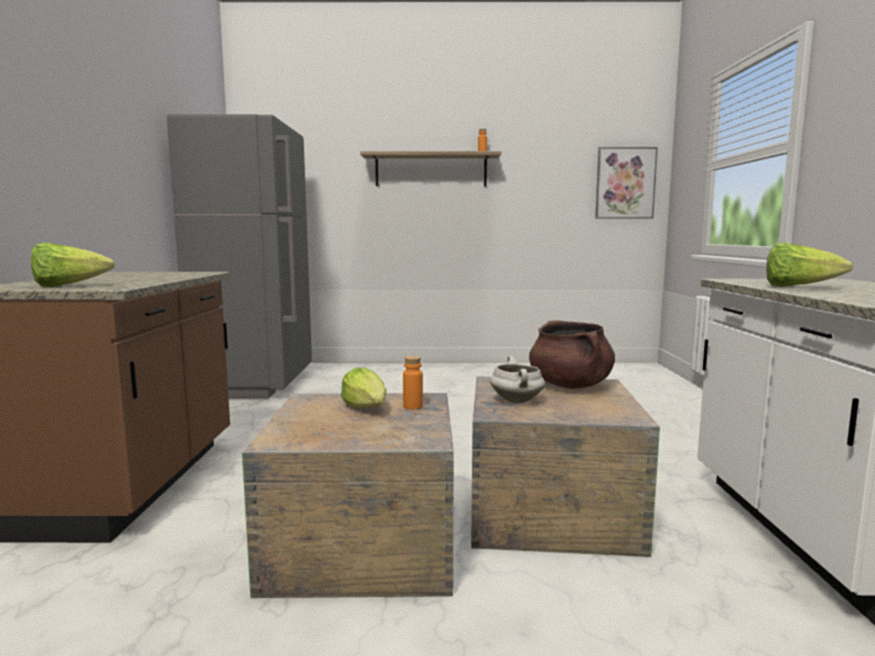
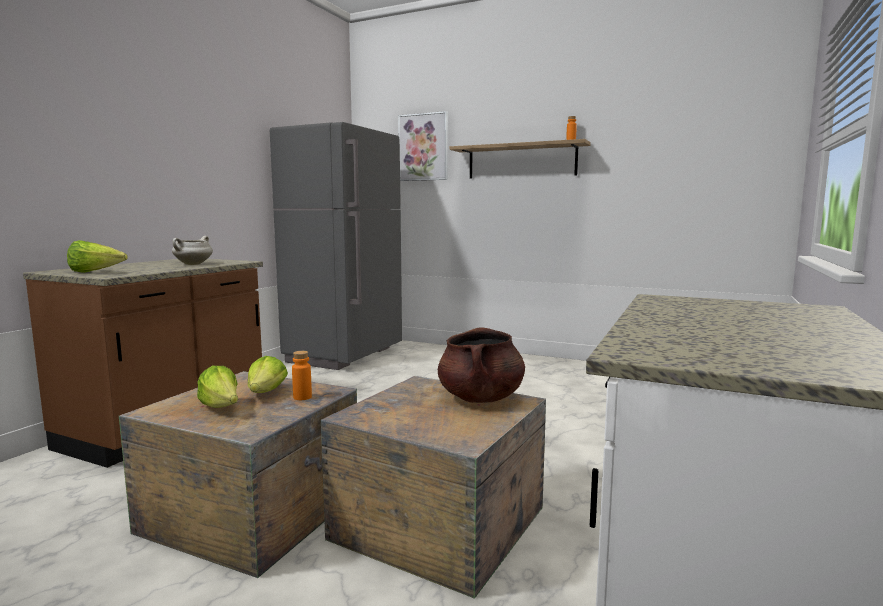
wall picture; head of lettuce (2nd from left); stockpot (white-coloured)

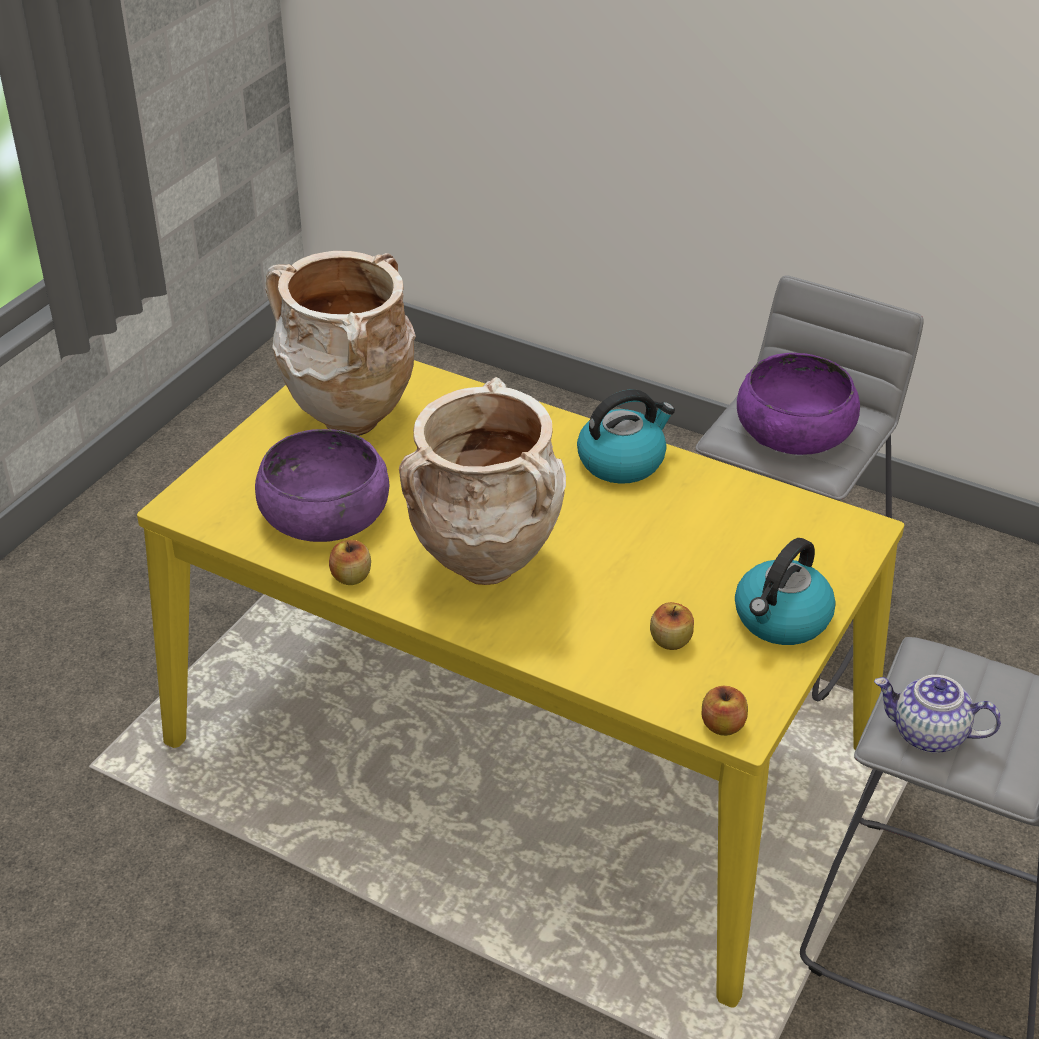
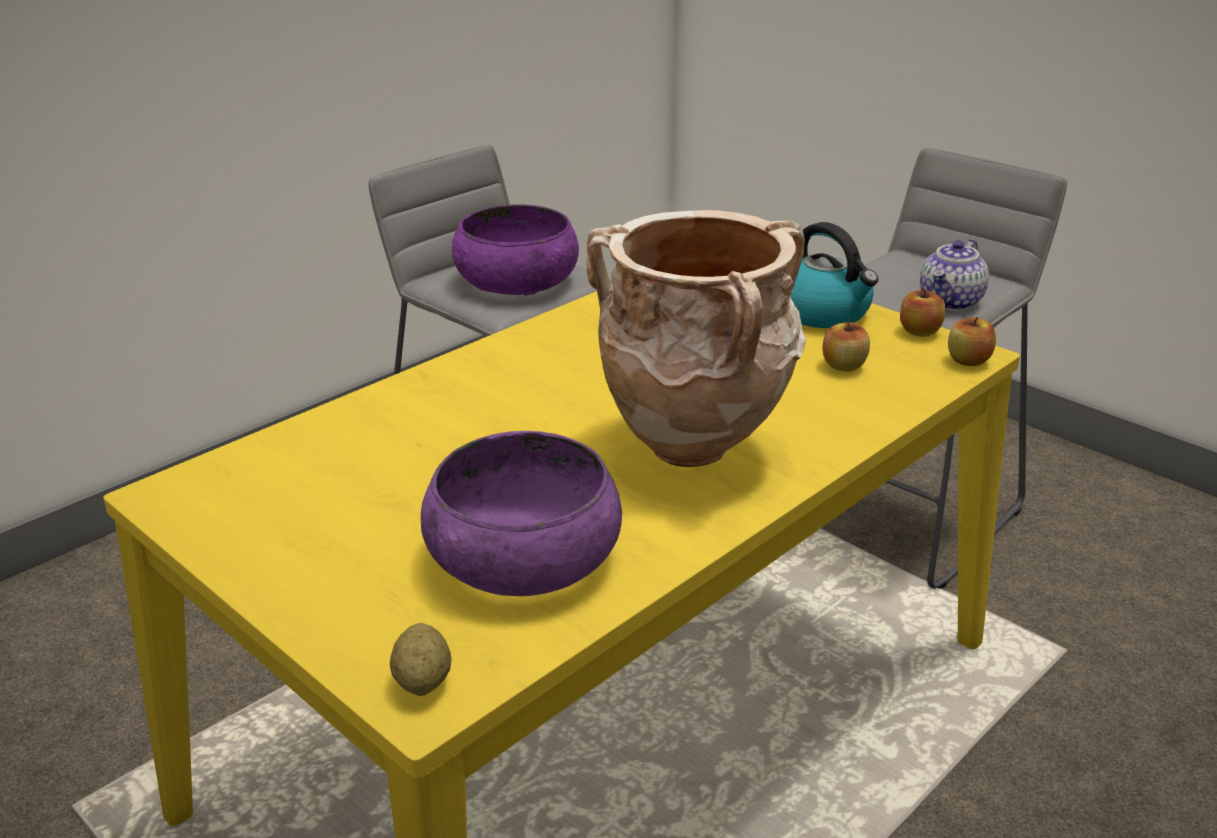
vase (beige) (1st from left in the first image); kettle (1st from left in the first image); apple (2nd from left); spud

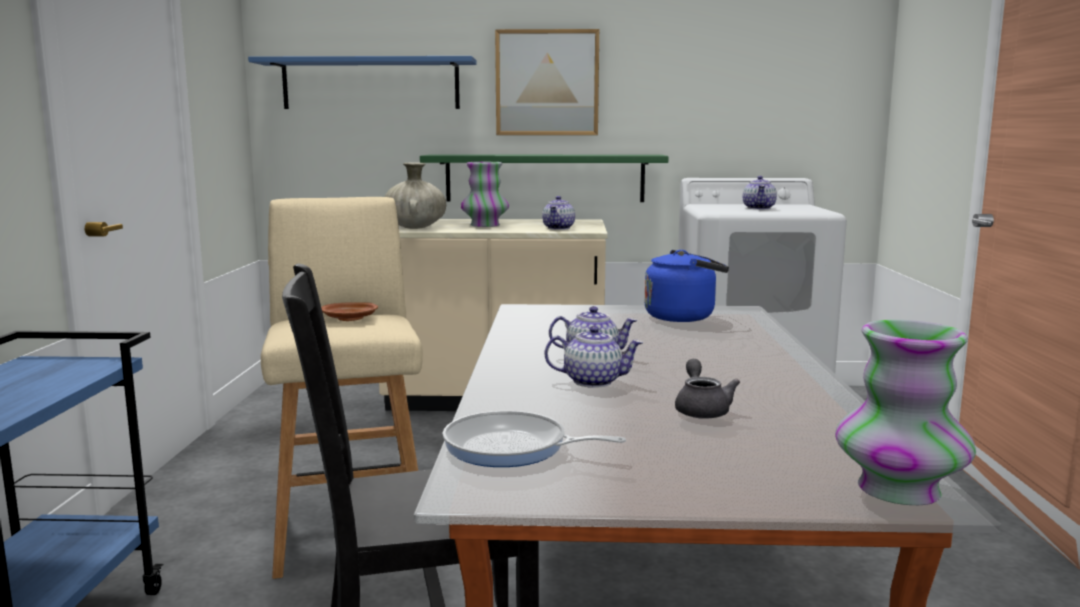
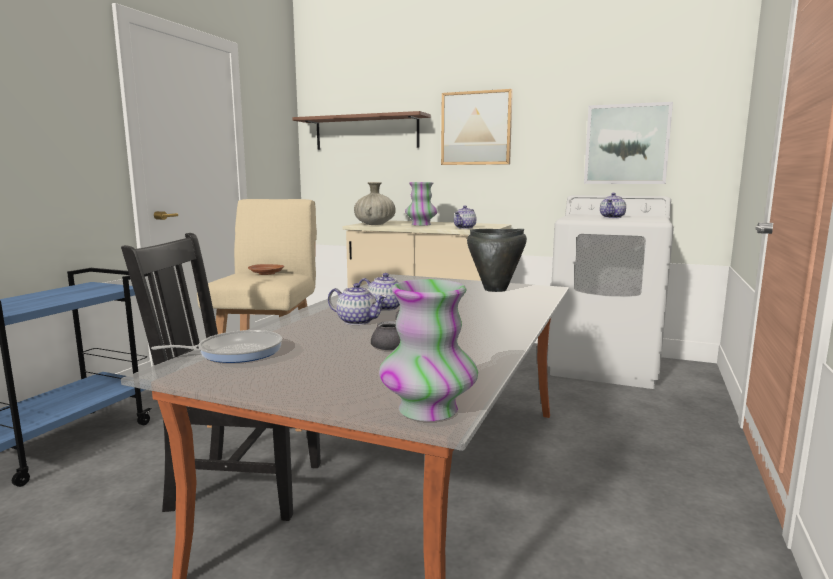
shelf (brown-coloured); shelf (green-coloured); stockpot (blackish); pan; wall picture (2nd from left)

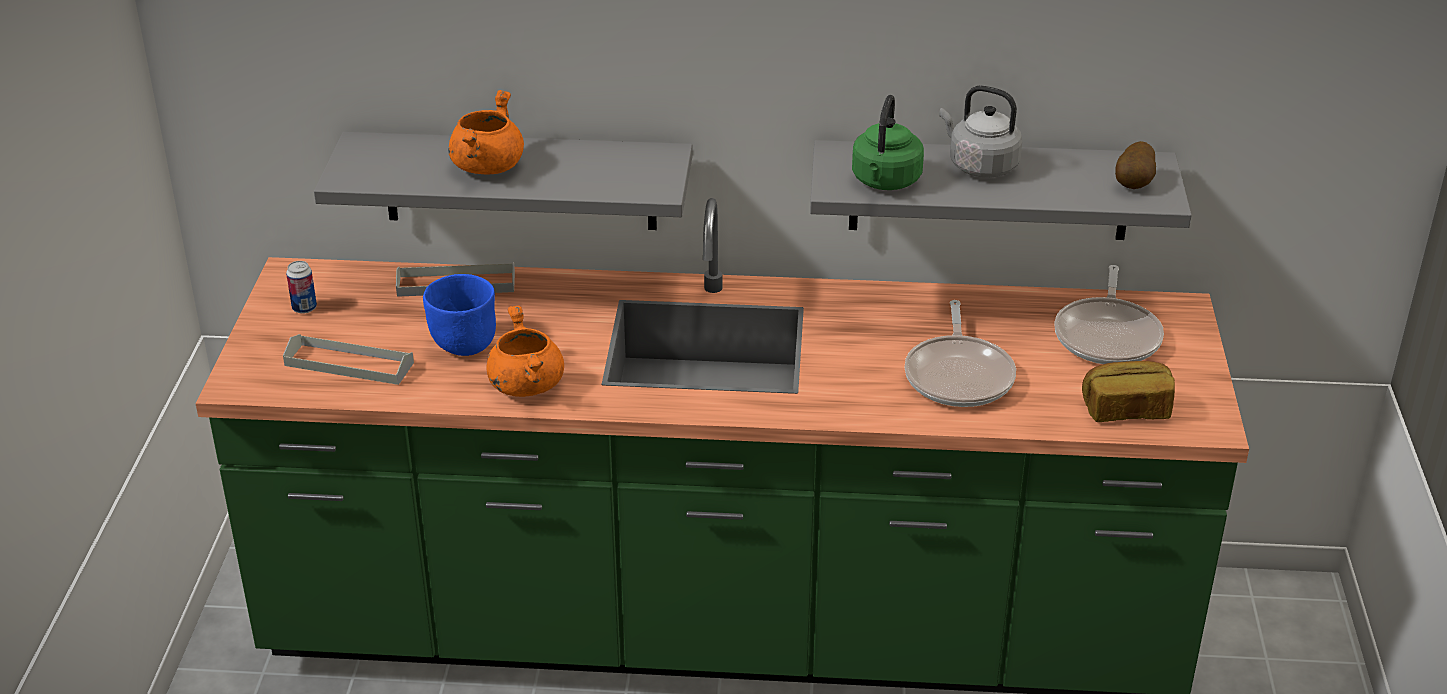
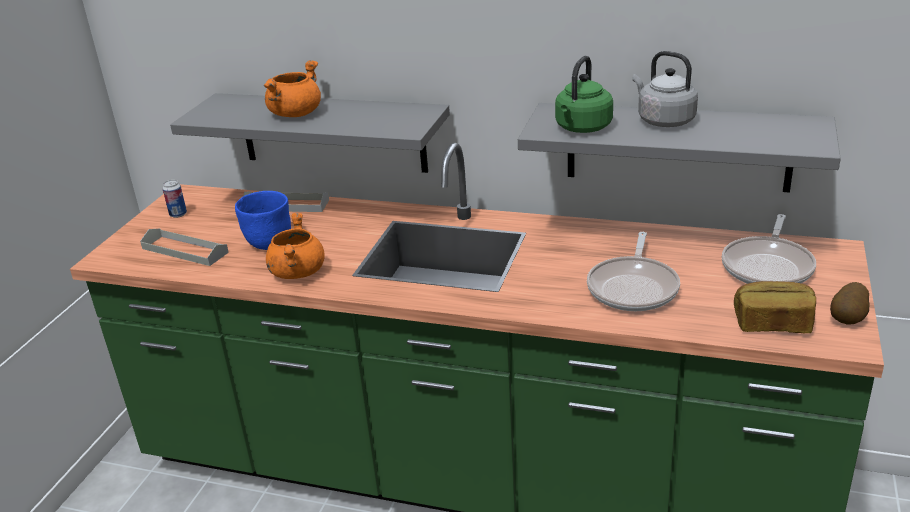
spud

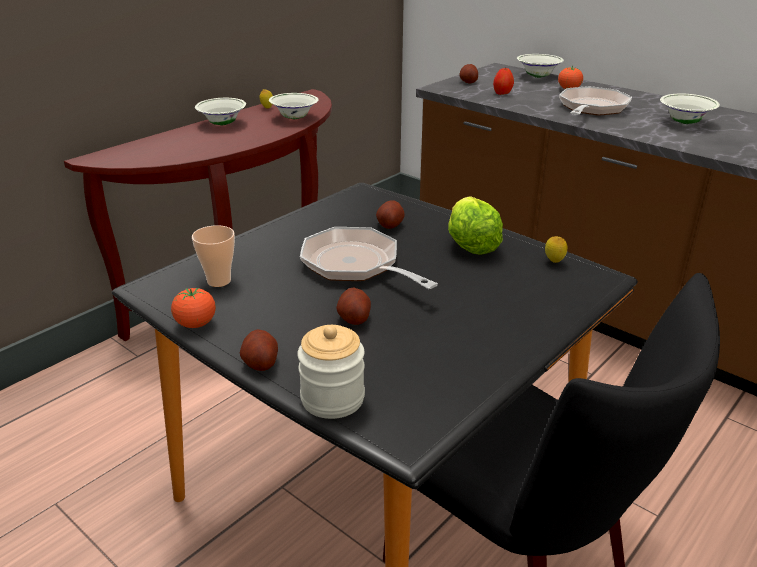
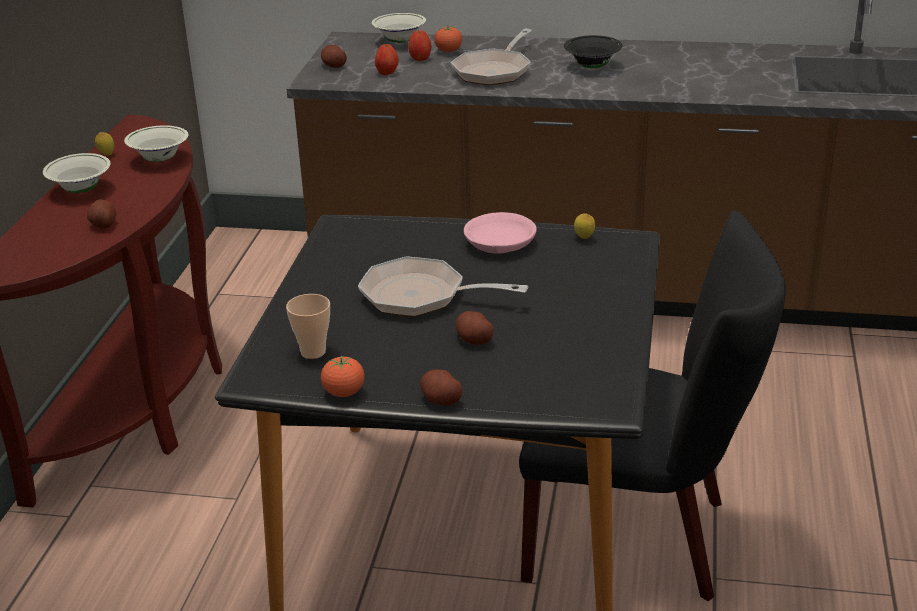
pan (2nd from left); bowl (blackish); bowl (pinkish); spud (1st from left); jar; apple (2nd from left)

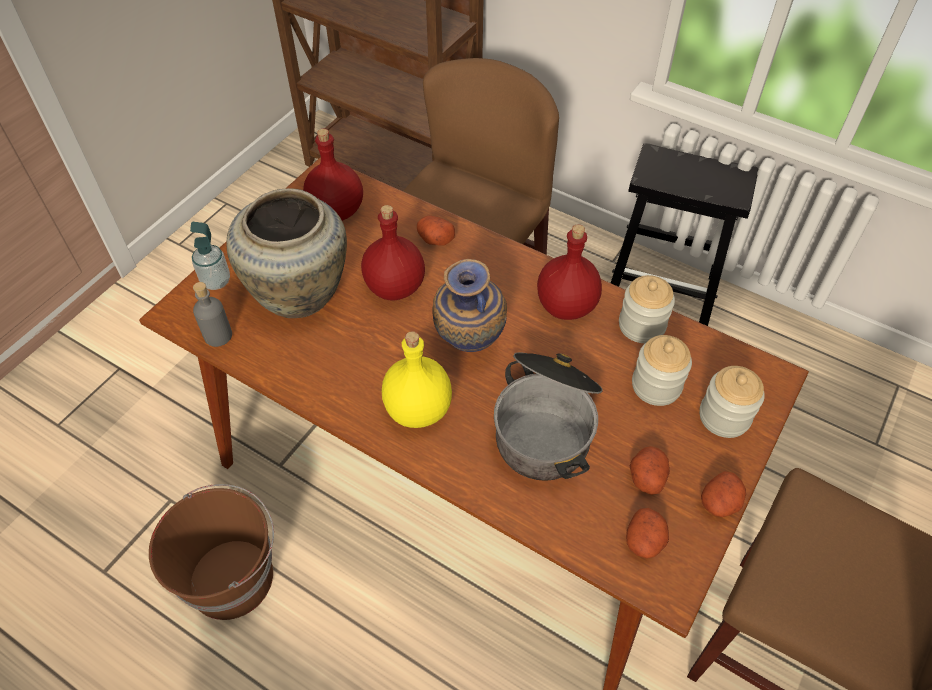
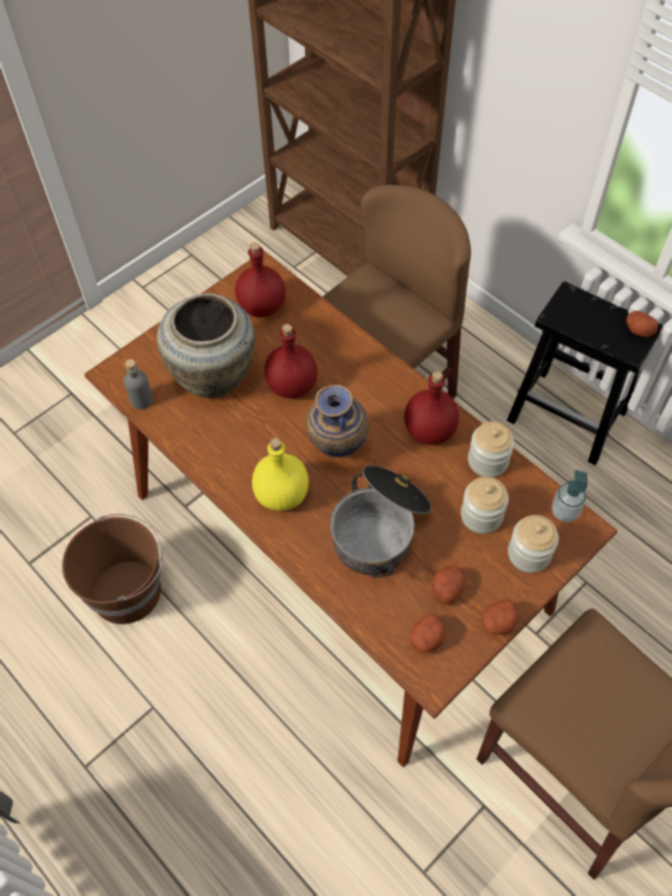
spud (4th from left); soap bottle

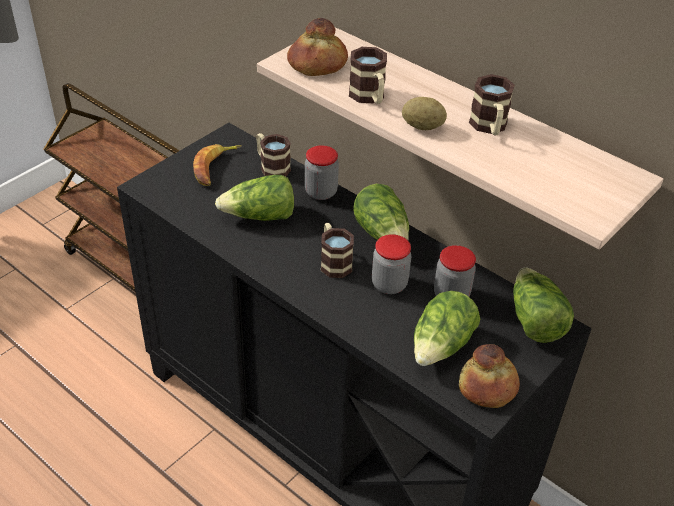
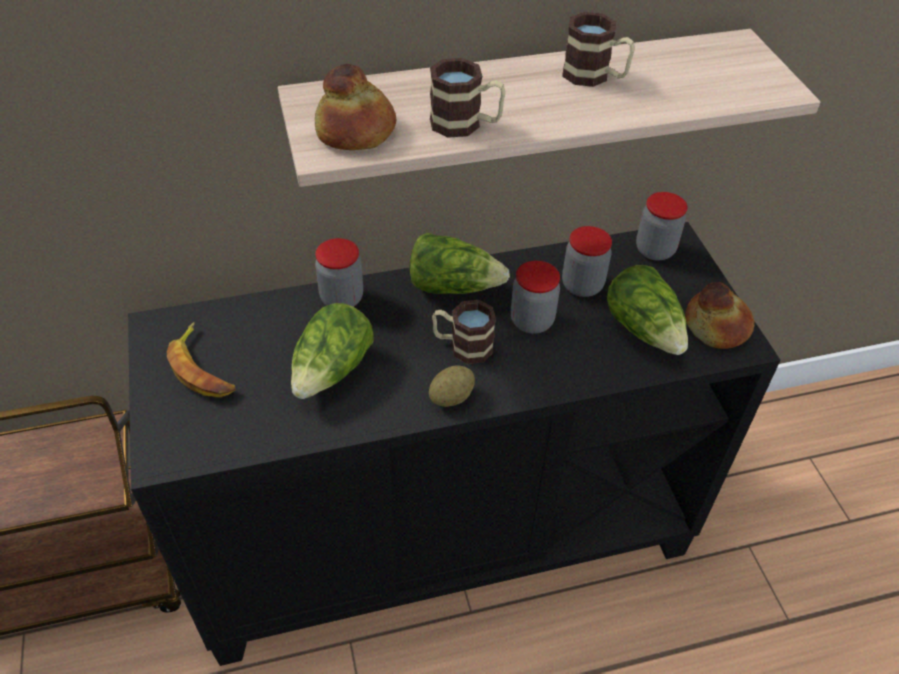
spud; tea mug (1st from left in the first image); jar (4th from left)

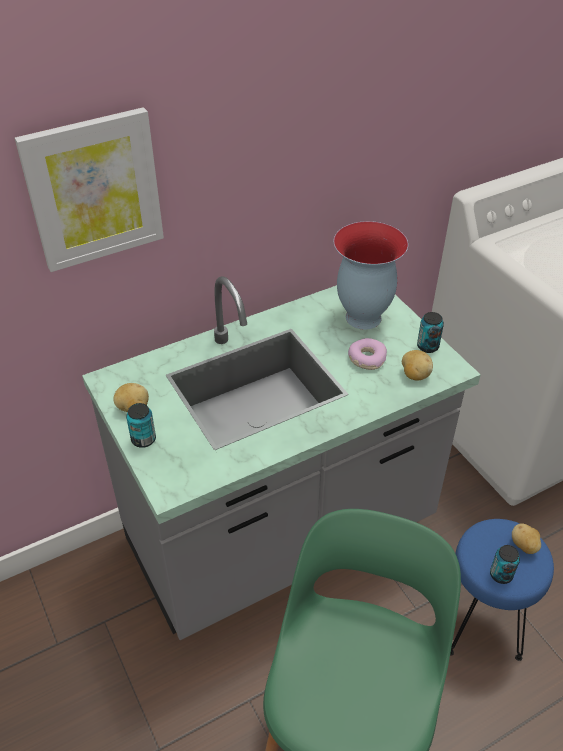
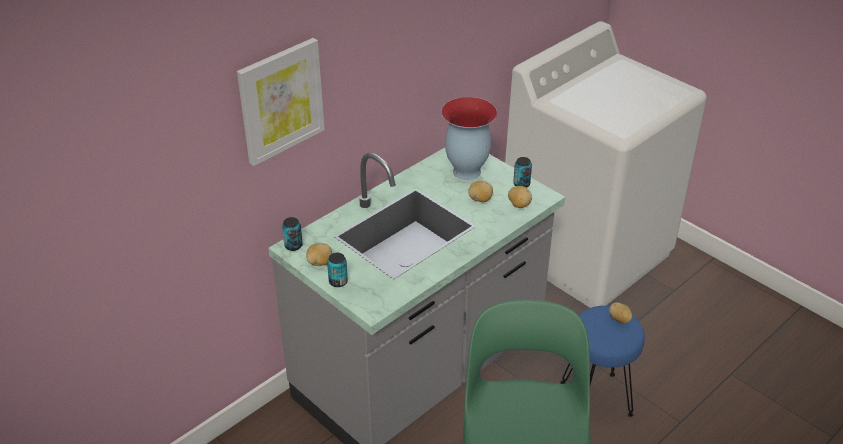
spud (2nd from left); metal can (1st from left)

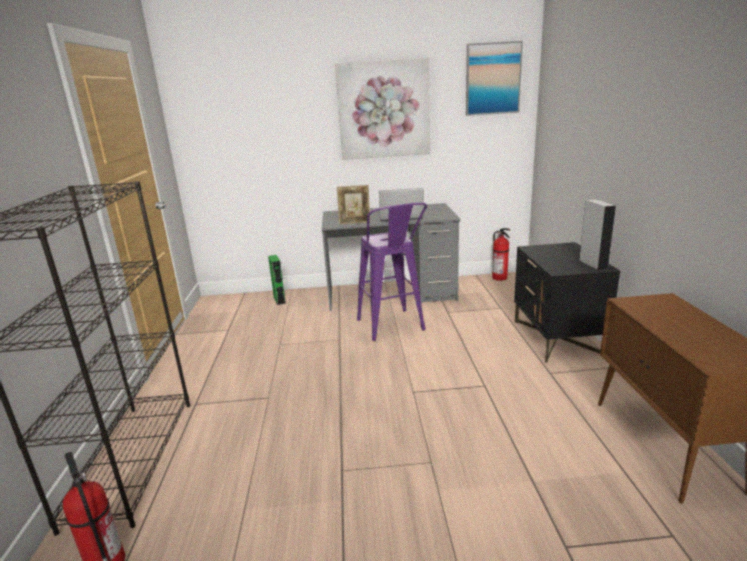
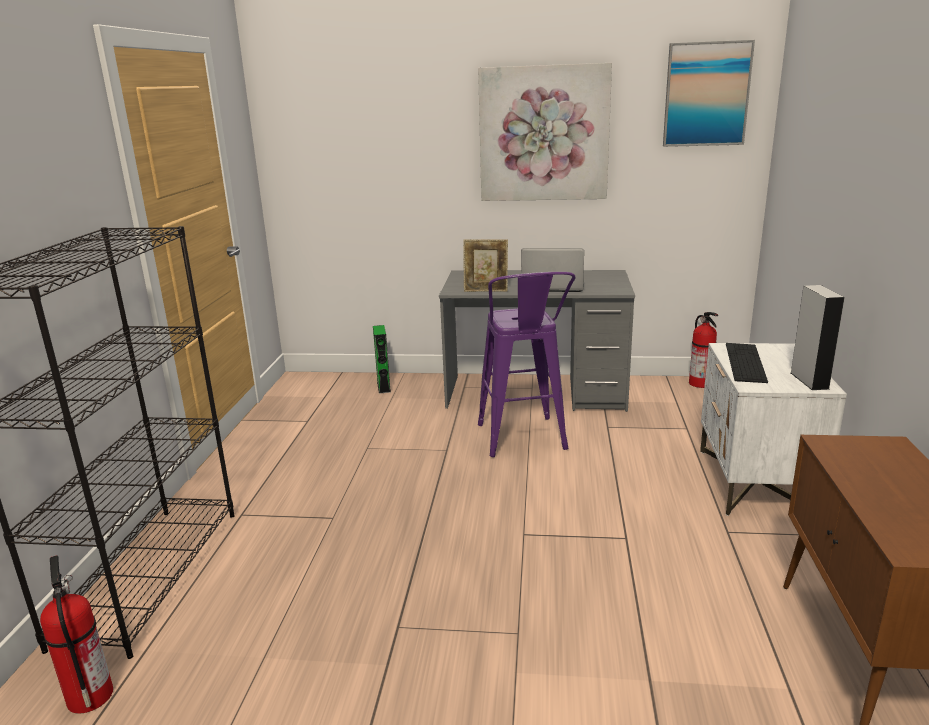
bedside table (white-coloured); computer keyboard

